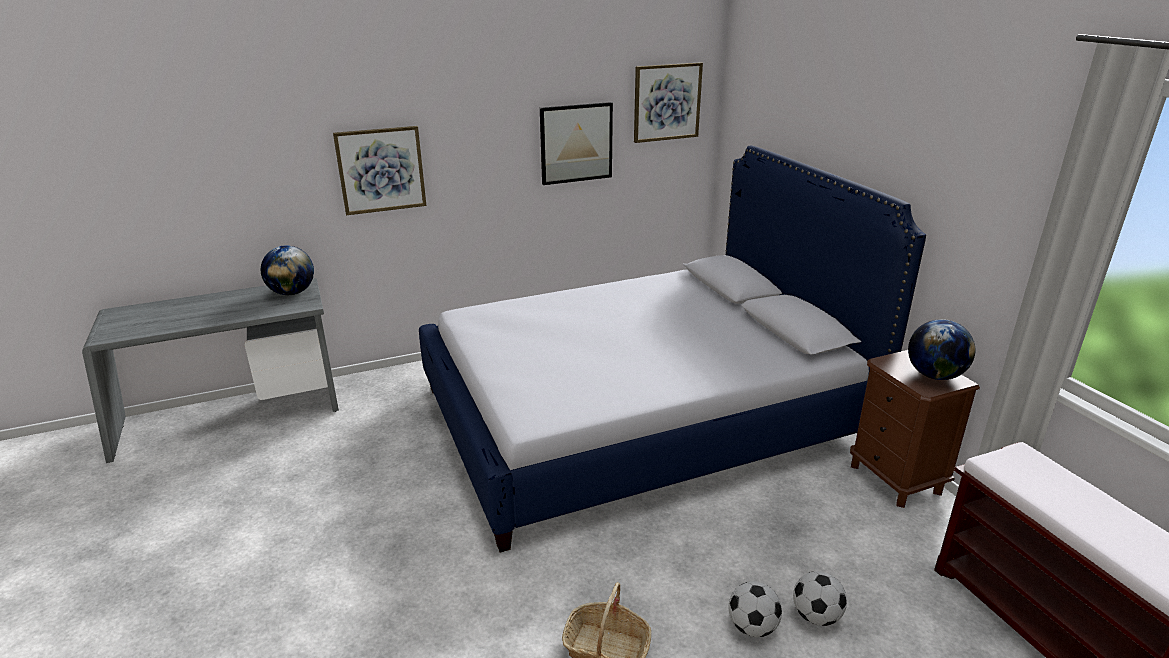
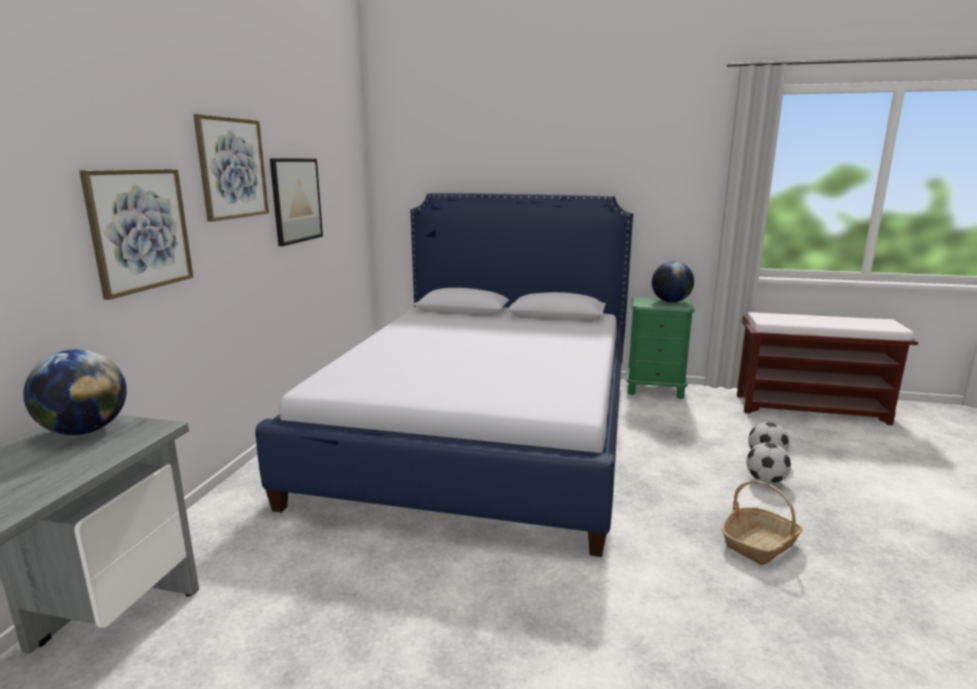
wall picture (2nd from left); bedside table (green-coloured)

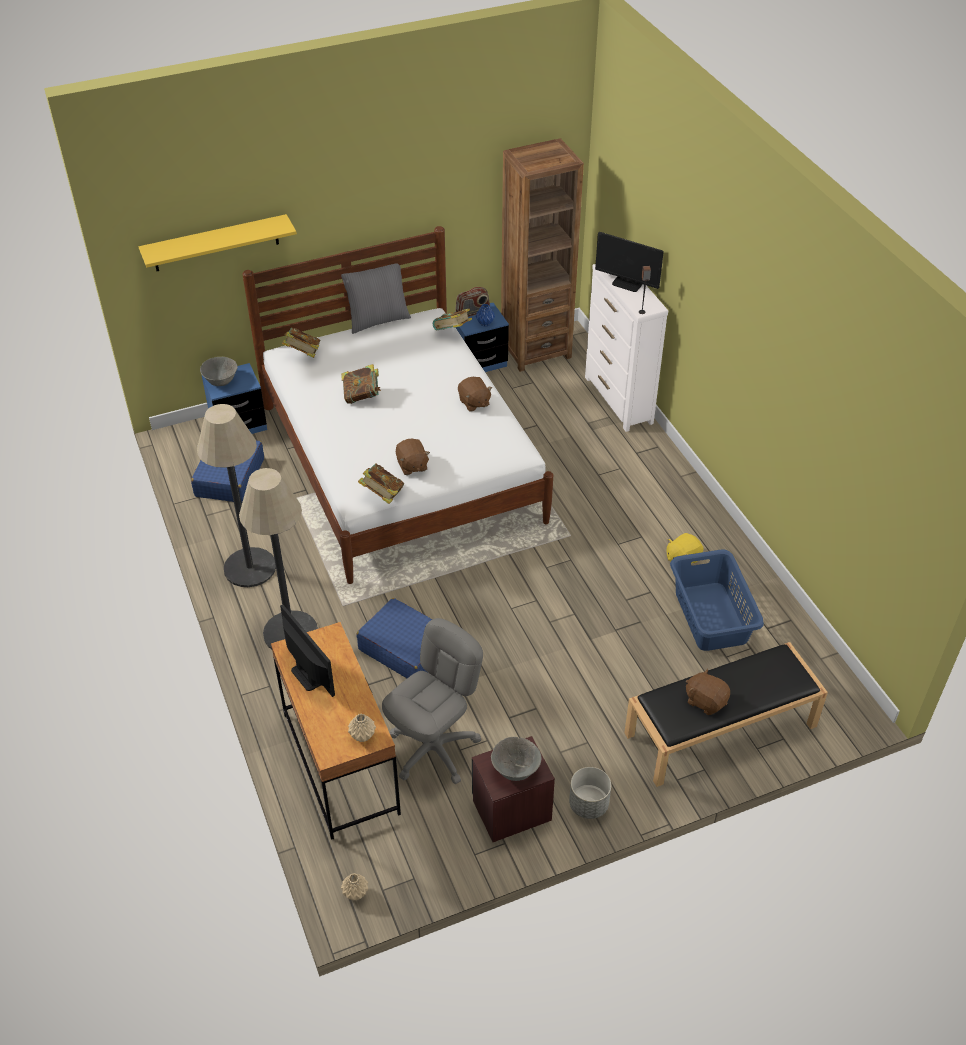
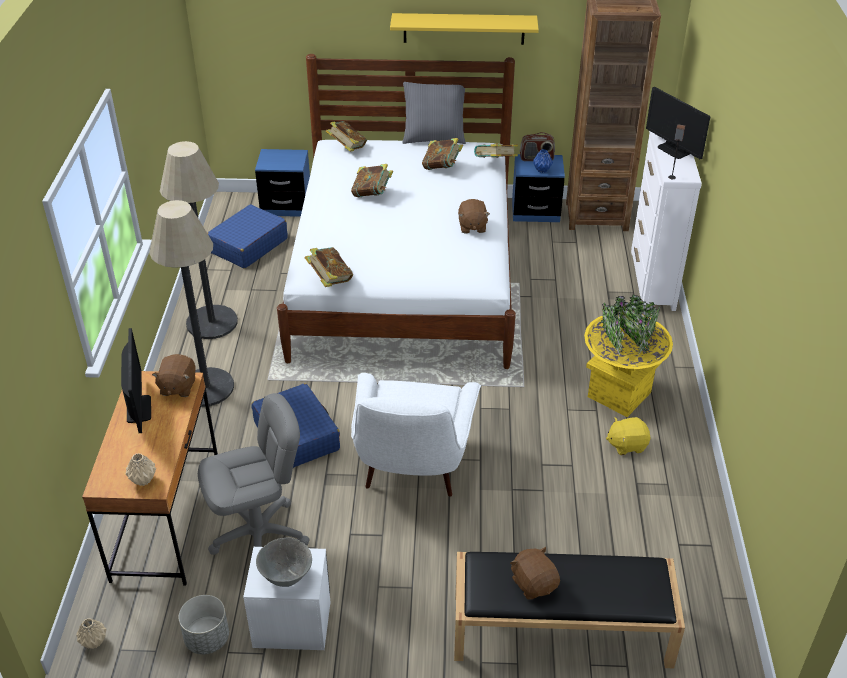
shelf (yellow); bowl (grey) (1st from left in the first image); cuddly toy (brown-coloured) (1st from left); washing basket (blue); bedside table (white-coloured); flower pot (grey); volume (4th from left); flower pot (yellow); easy chair (white-coloured)

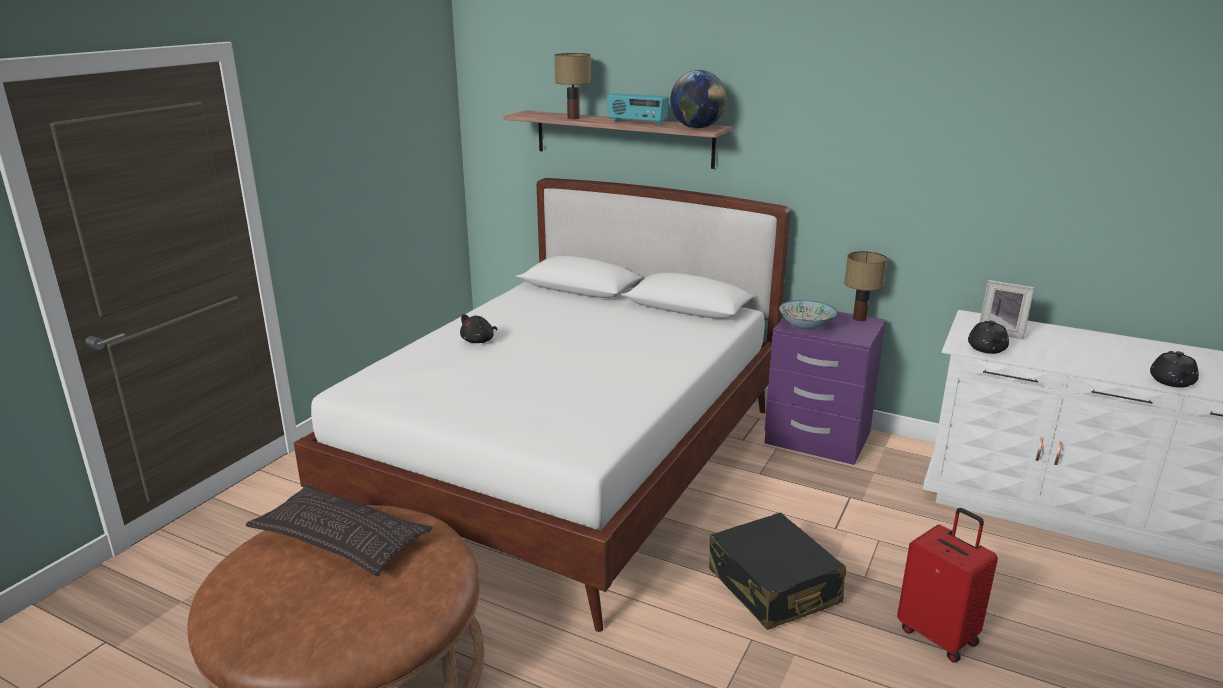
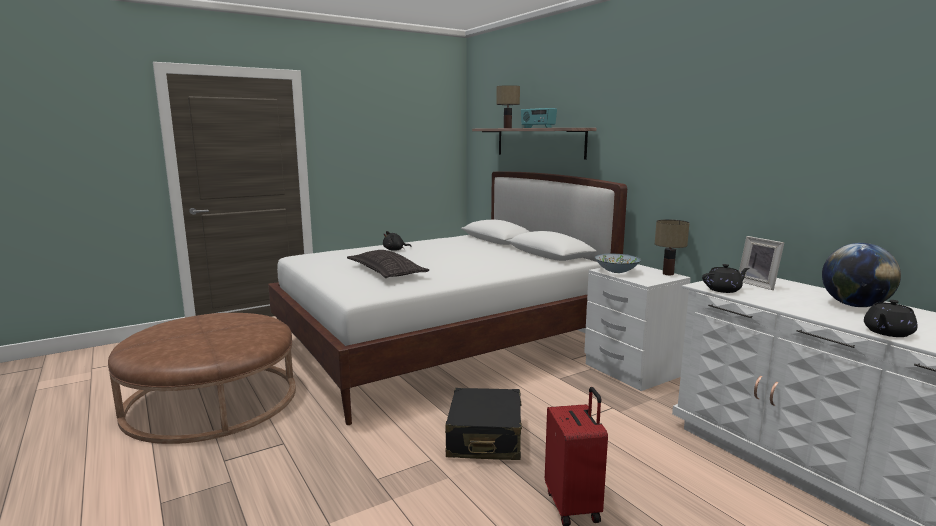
world globe; bedside table (white-coloured); teapot (blackish) (1st from left); pillow

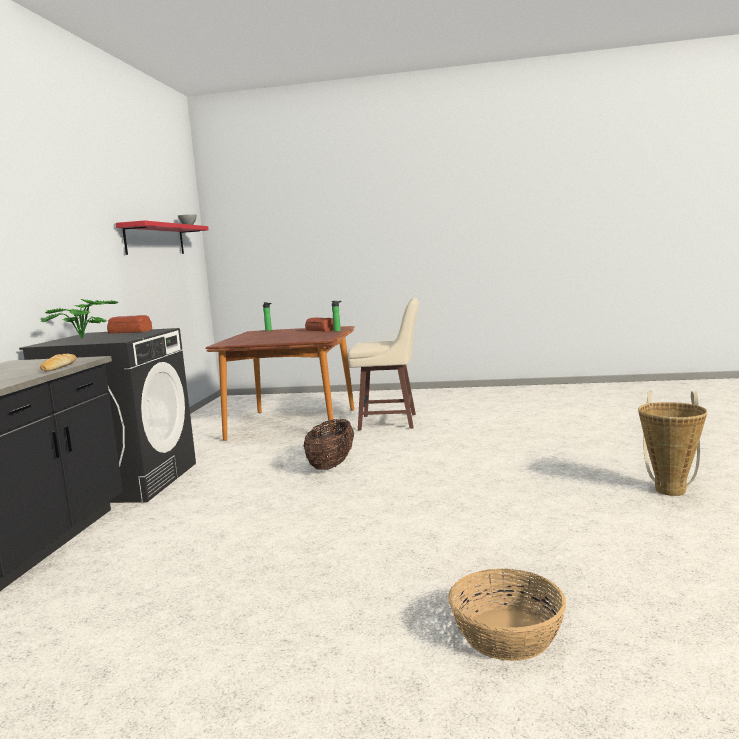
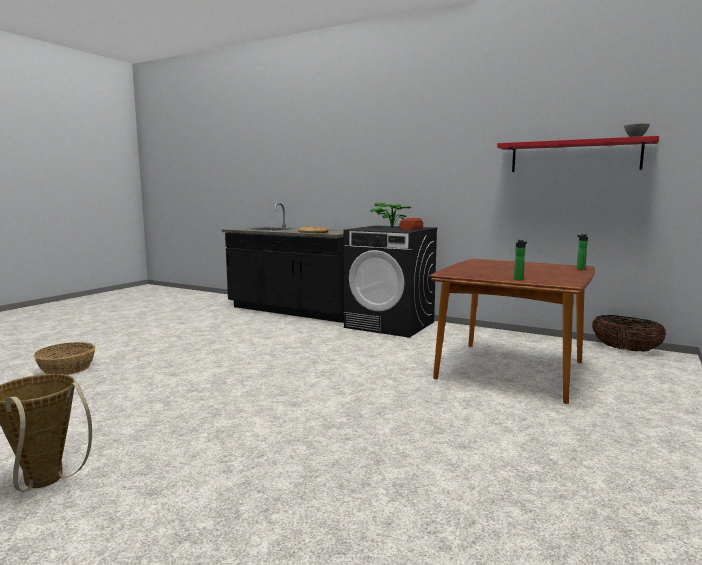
stool (beige); bread (3rd from left in the first image); household basket (3rd from left)

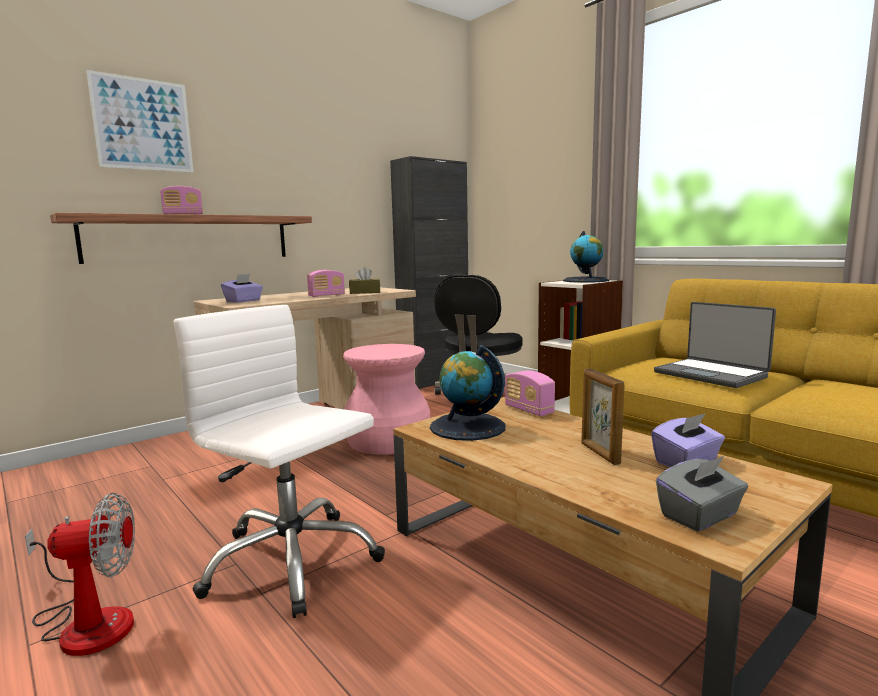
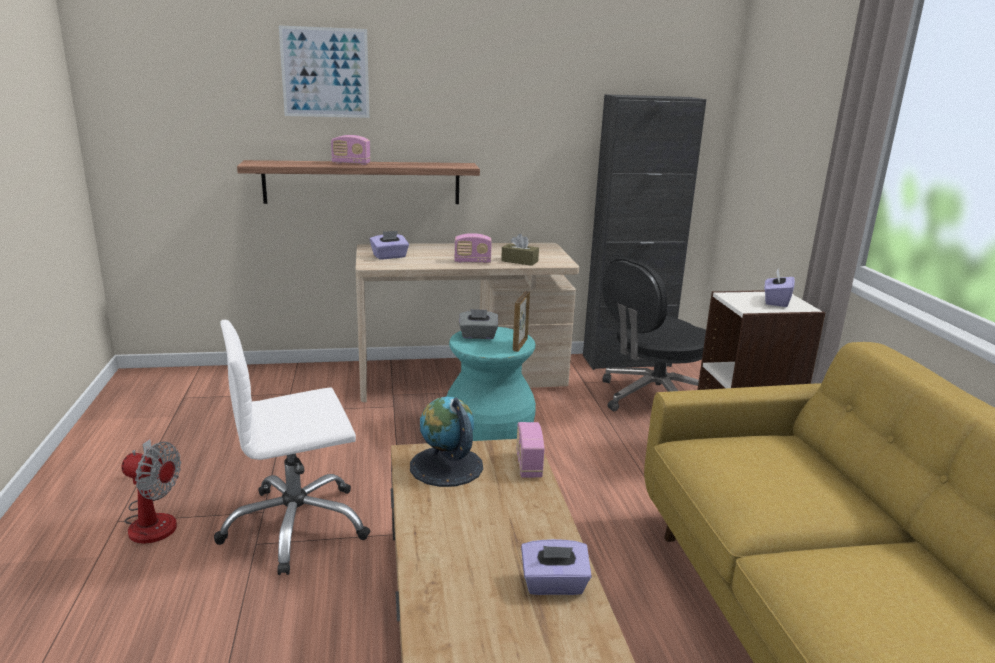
tissue box (purple-coloured) (3rd from left); notebook computer; office chair (white-coloured); stool (turquoise); picture frame; tissue box (grey)

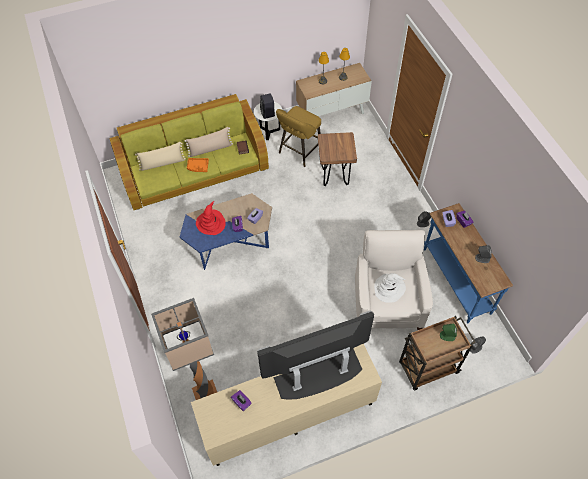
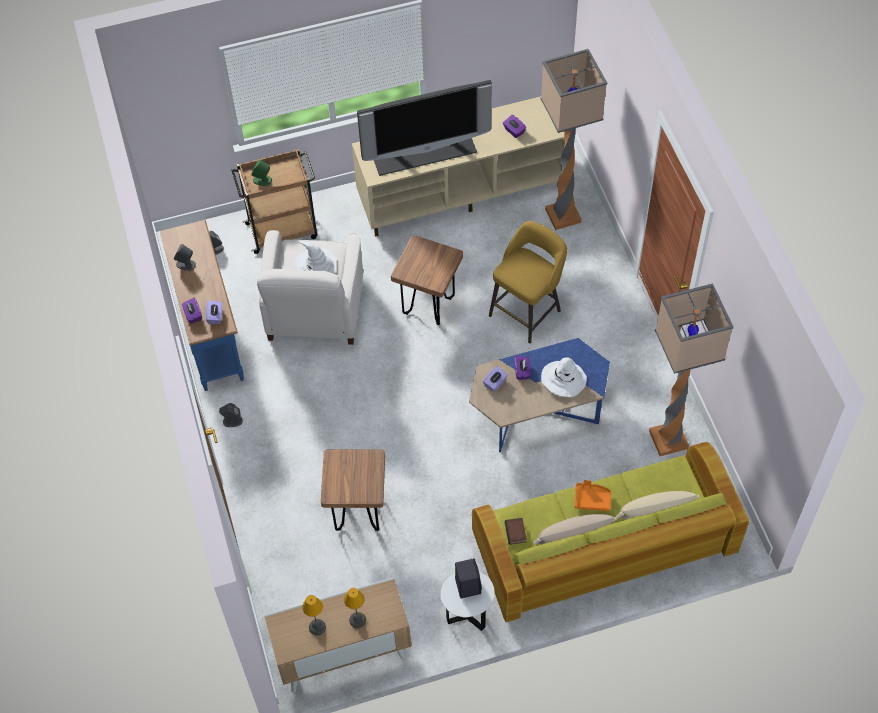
stool (yellow); clothing hat (white-coloured) (2nd from left); stool (brown-coloured) (2nd from left); floor lamp (2nd from left)

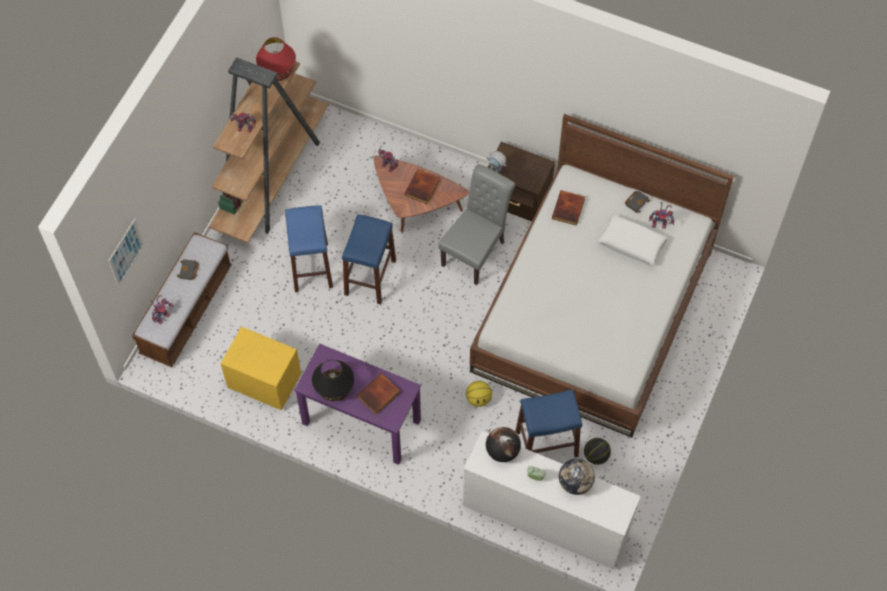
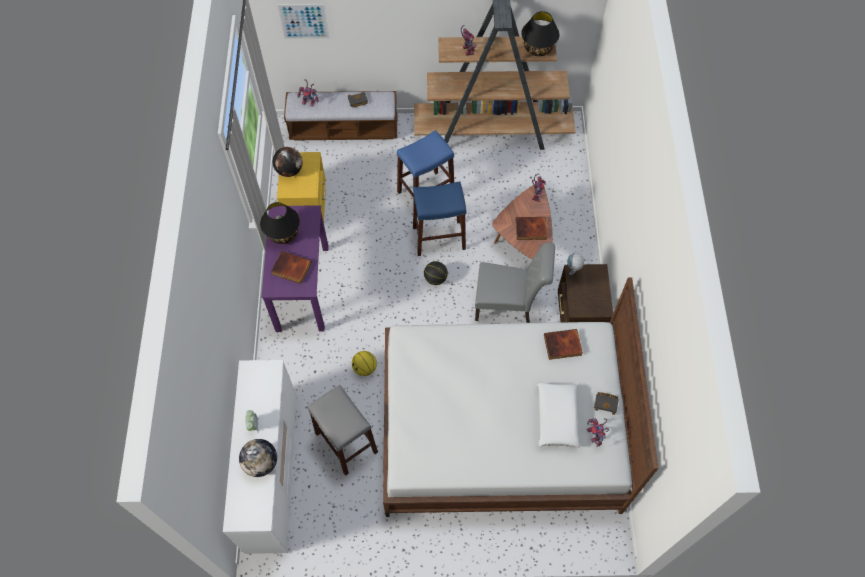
table lamp (blackish) (2nd from left); stool (grey); world globe (2nd from left); ball for basketball (2nd from left)

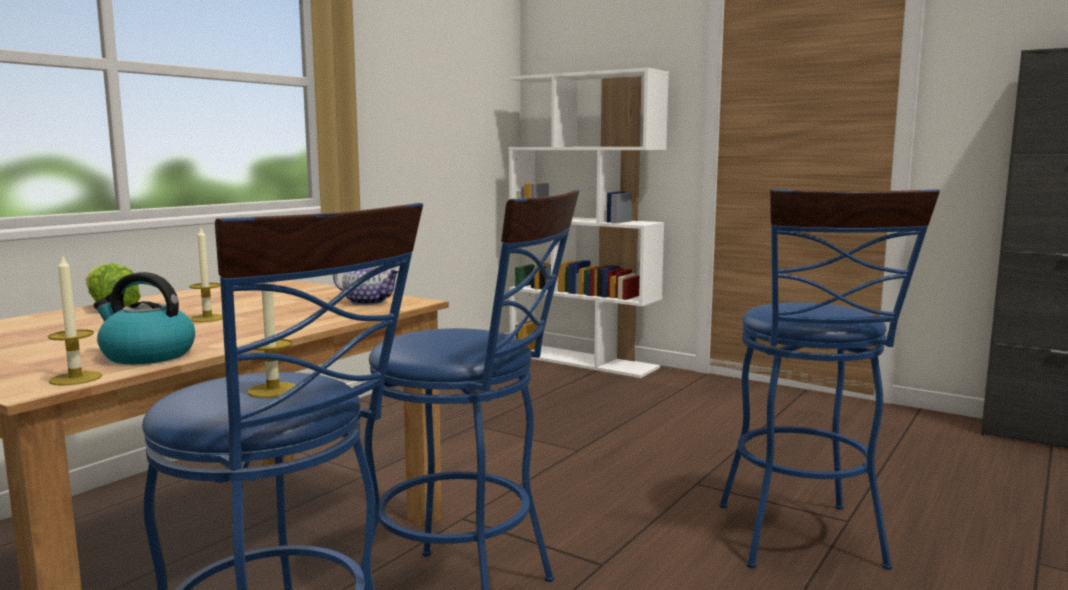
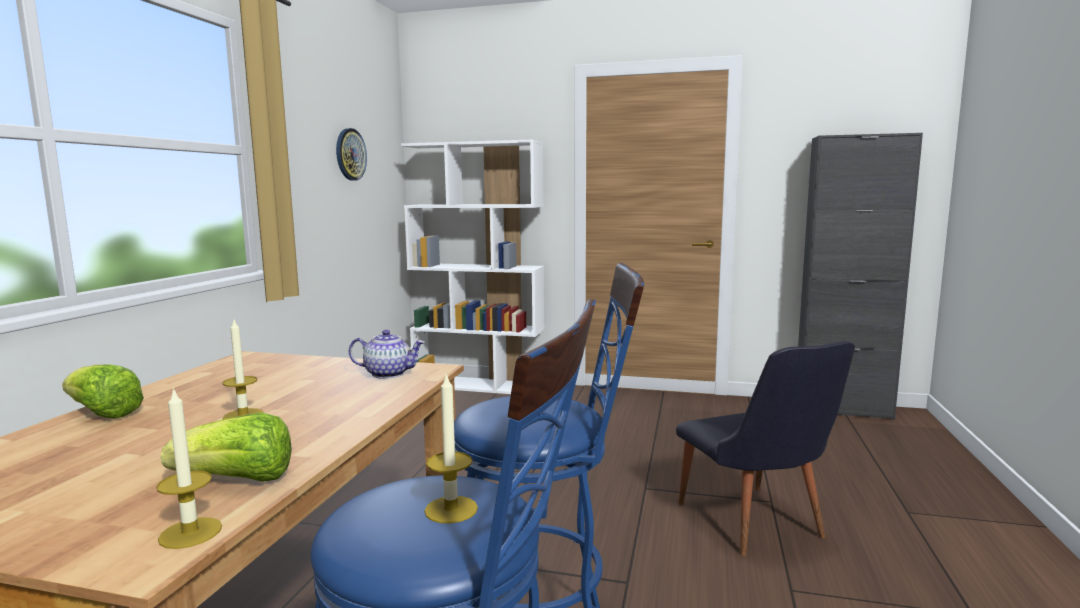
chair (blackish); head of lettuce (2nd from left); wall clock

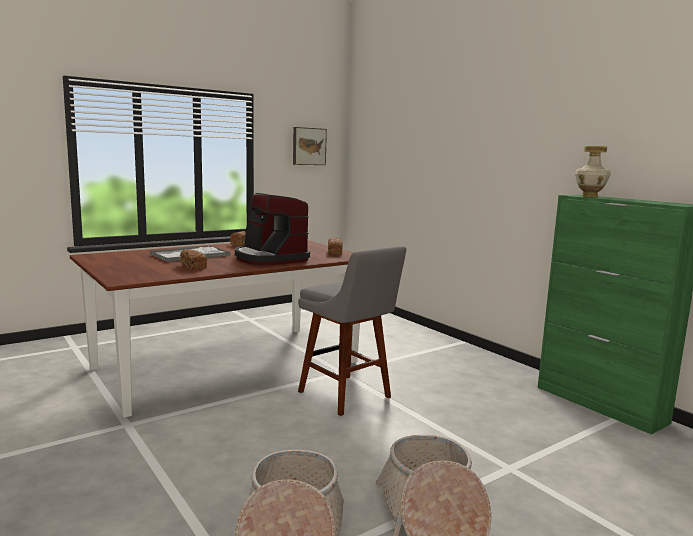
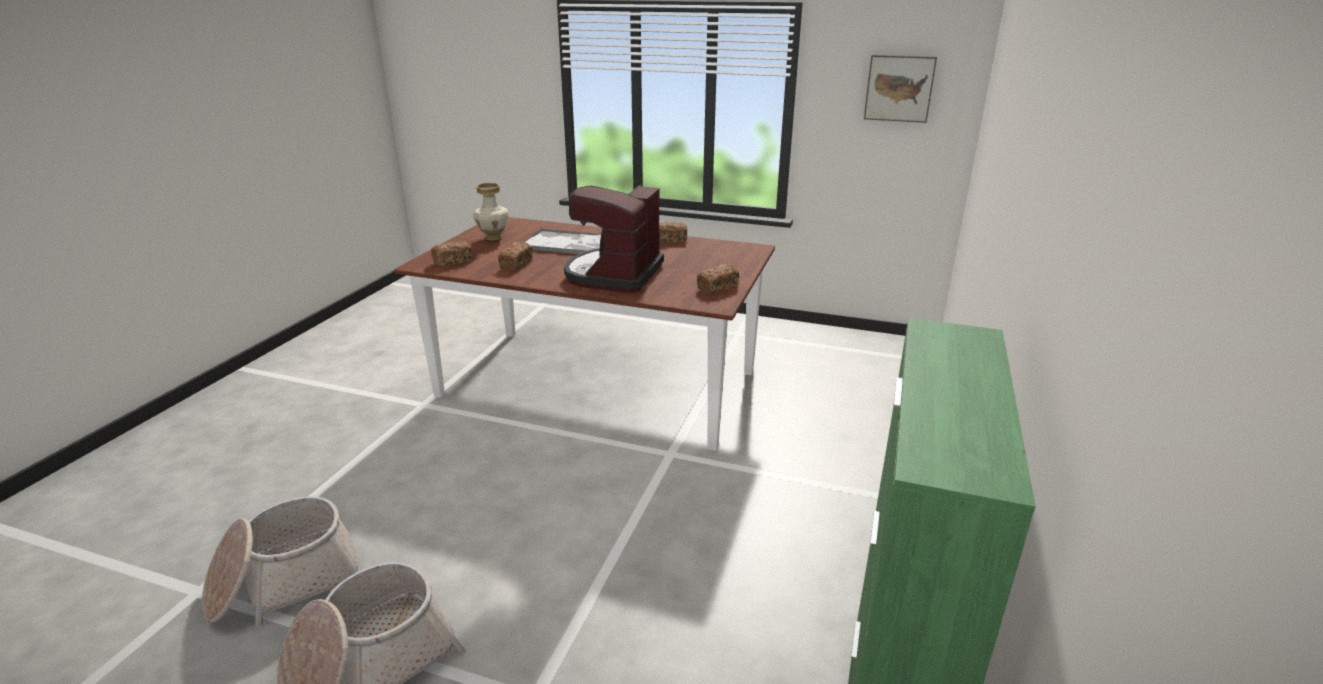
vase; stool (grey); bread (1st from left)

